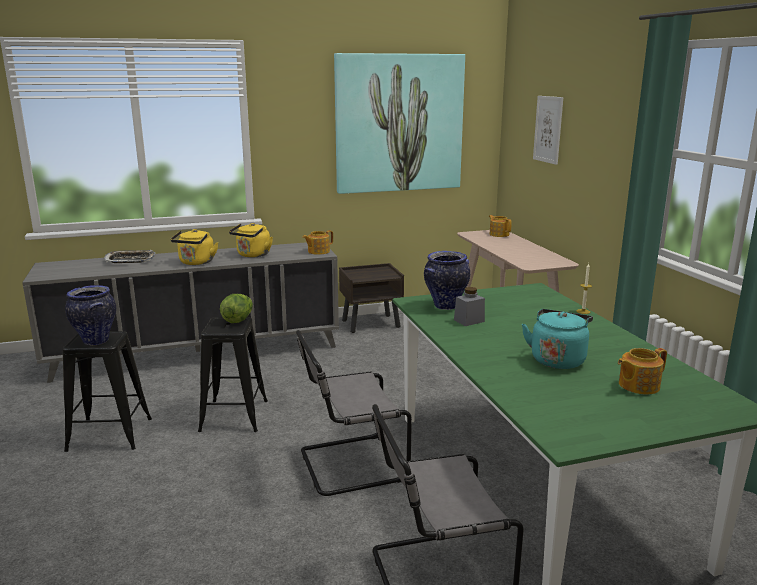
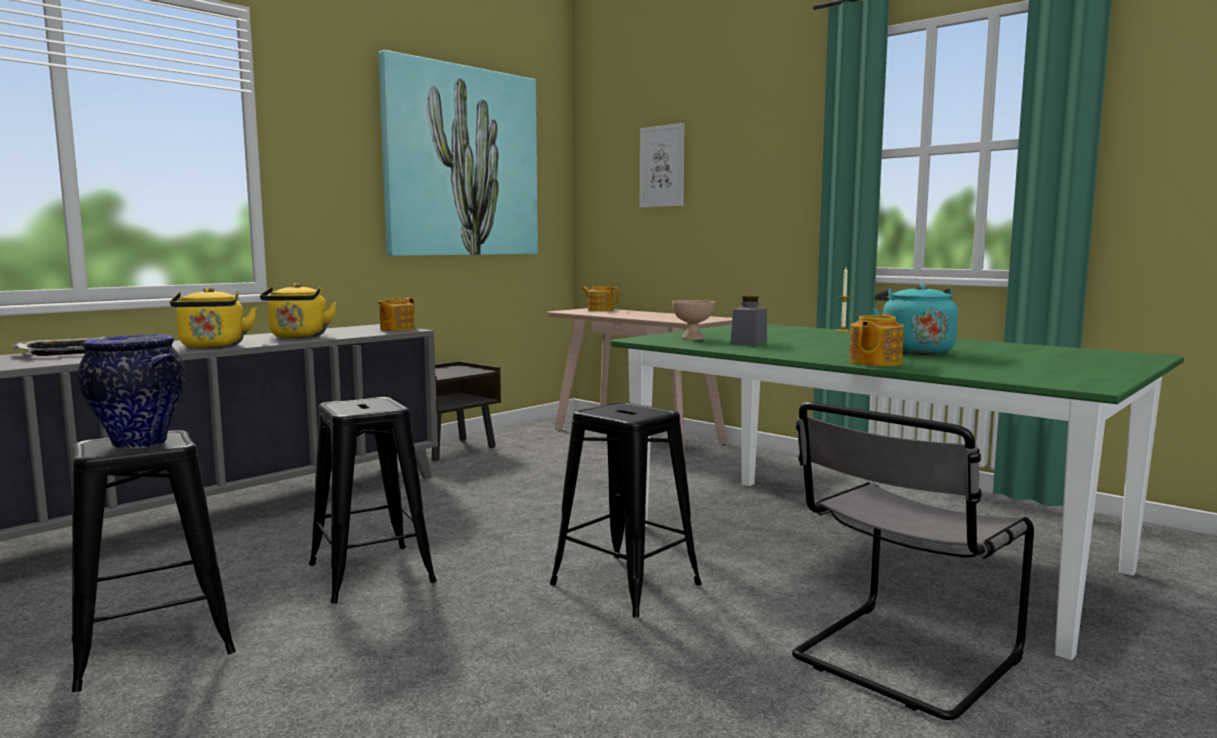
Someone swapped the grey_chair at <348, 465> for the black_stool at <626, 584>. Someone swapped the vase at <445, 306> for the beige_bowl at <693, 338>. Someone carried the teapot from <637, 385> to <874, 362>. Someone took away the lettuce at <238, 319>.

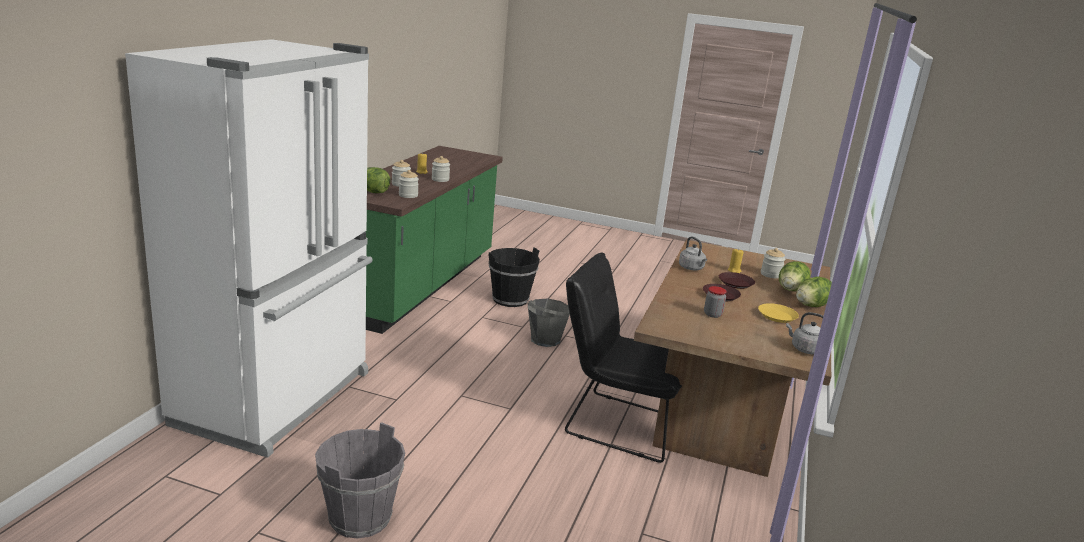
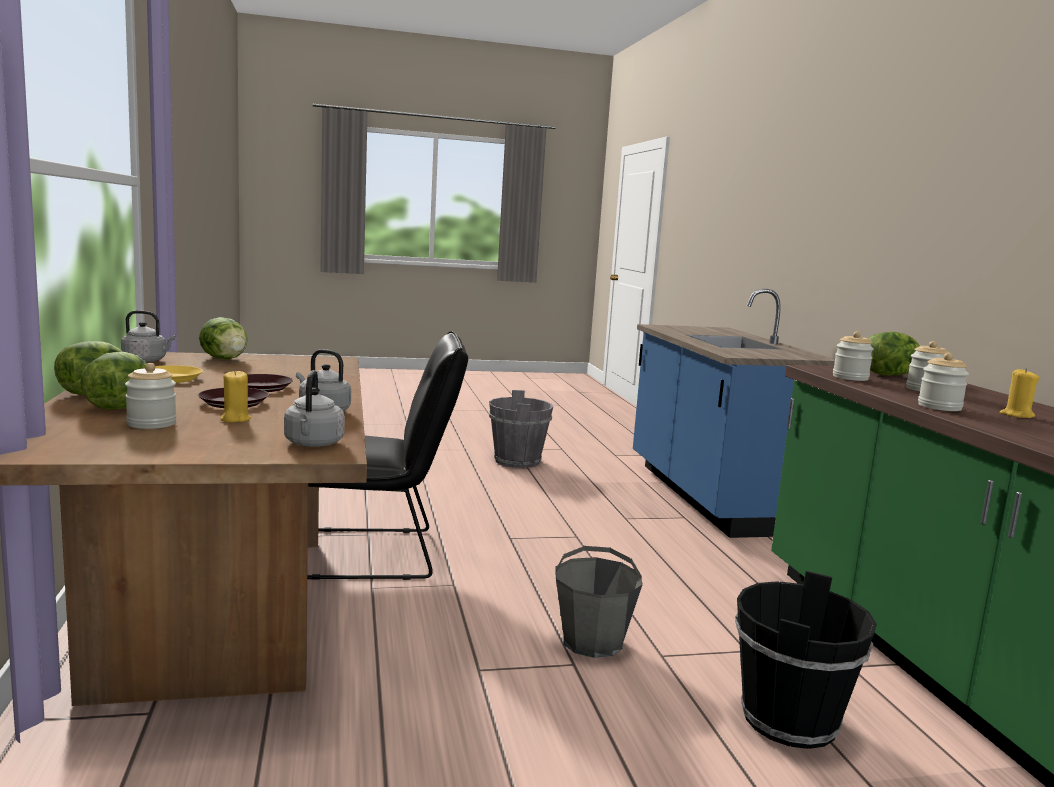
Someone put down the lettuce at <225, 359>. Someone put down the grey_kettle at <313, 444>. Someone swapped the white_fridge at <278, 398> for the blue_counter at <710, 497>. Someone took away the jar at <712, 314>.

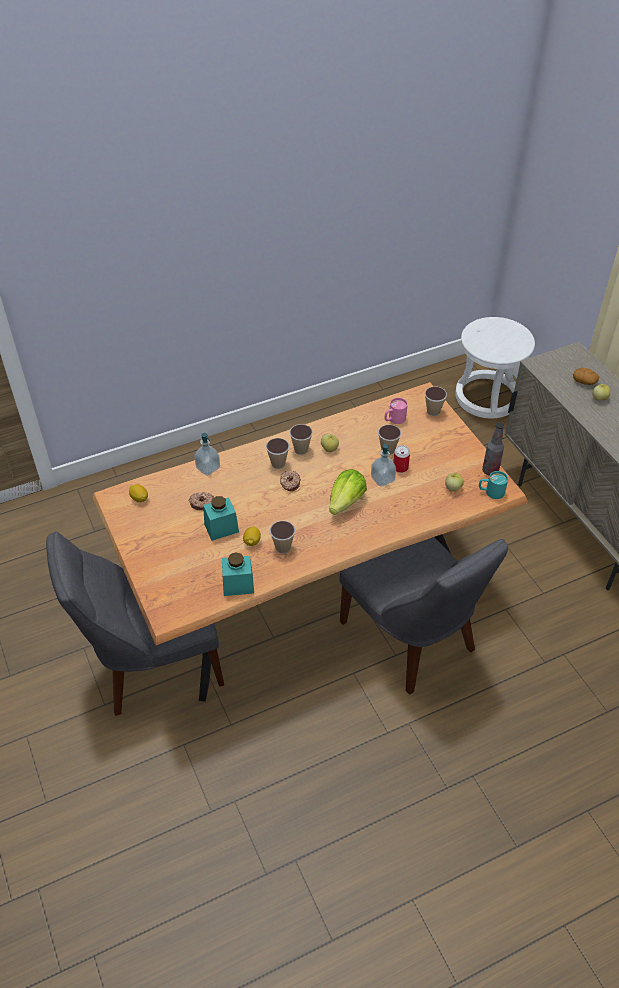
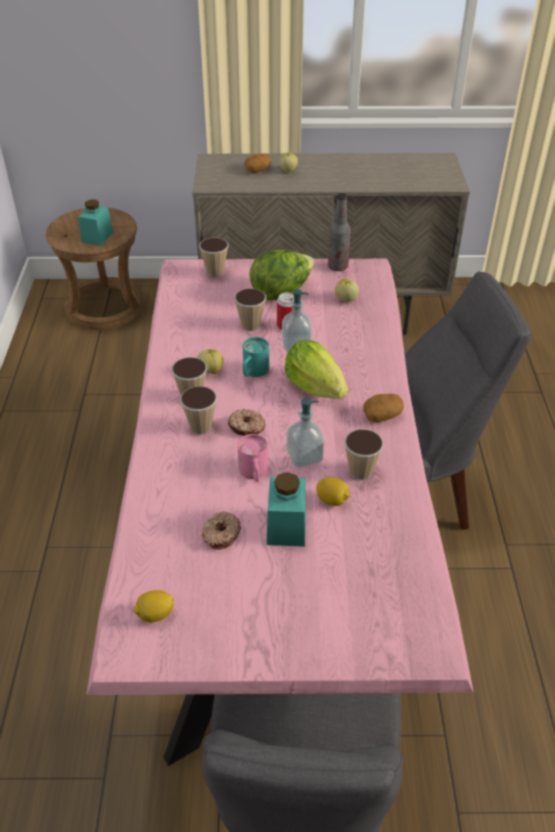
Someone repainted the white_stool at <487, 397>, which became the brown_stool at <105, 307>. Someone carried the turquoise_jar from <238, 584> to <97, 237>. Someone repainted the brown_dining_table at <309, 592>, which became the pink_dining_table at <276, 566>. Someone carried the pink_mug from <394, 420> to <254, 473>. Someone carried the turquoise_mug from <491, 492> to <253, 372>. Someone put down the lettuce at <281, 292>. Someone carried the soap_dispenser from <208, 468> to <304, 457>. Someone put down the potato at <382, 415>.

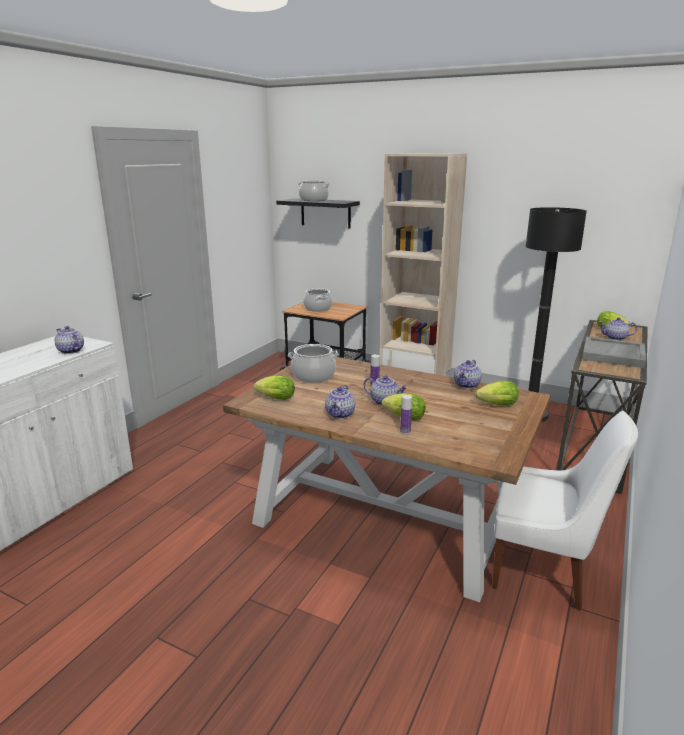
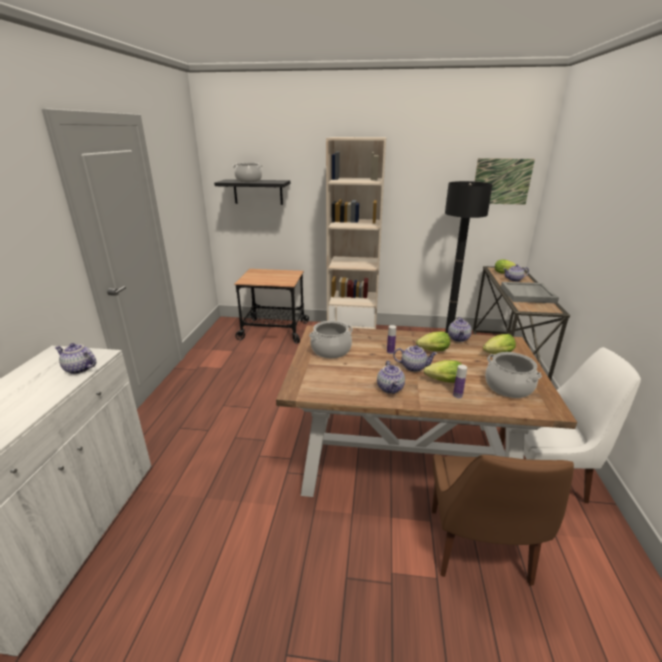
Someone carried the lettuce from <274, 398> to <431, 351>. Someone put down the brown_chair at <479, 549>. Someone put up the picture at <501, 181>. Someone carried the cooking_pot from <317, 308> to <508, 387>.

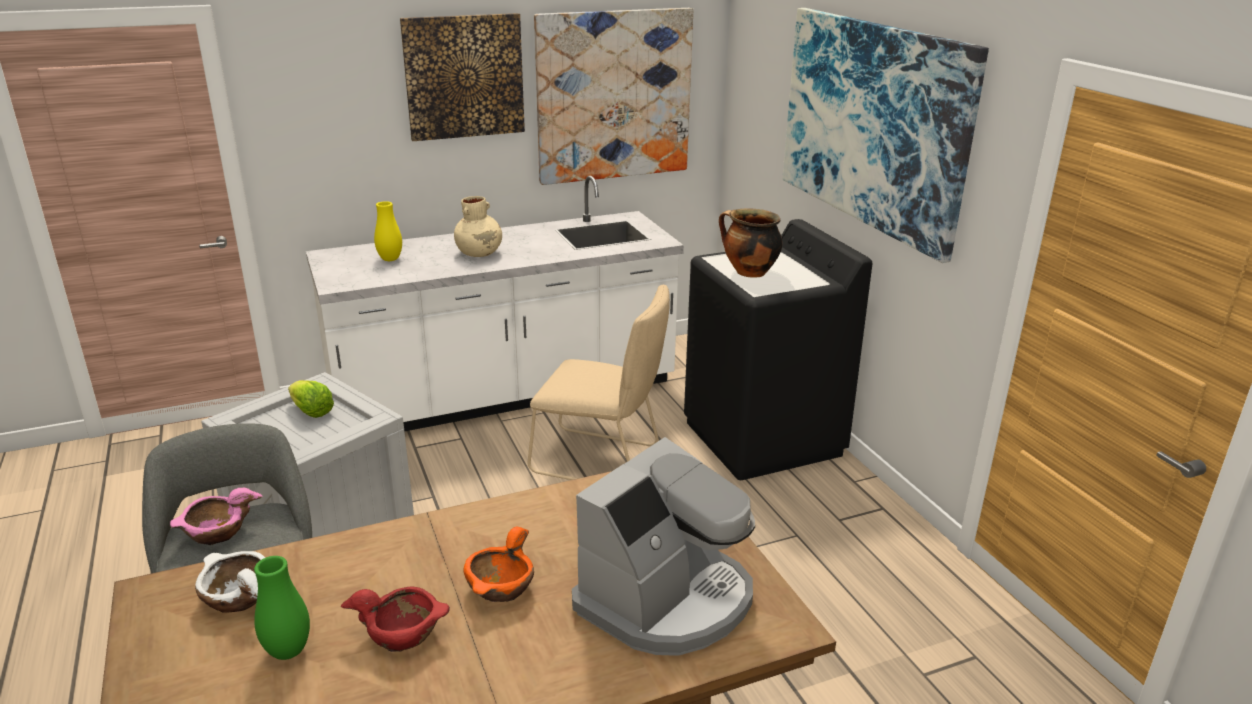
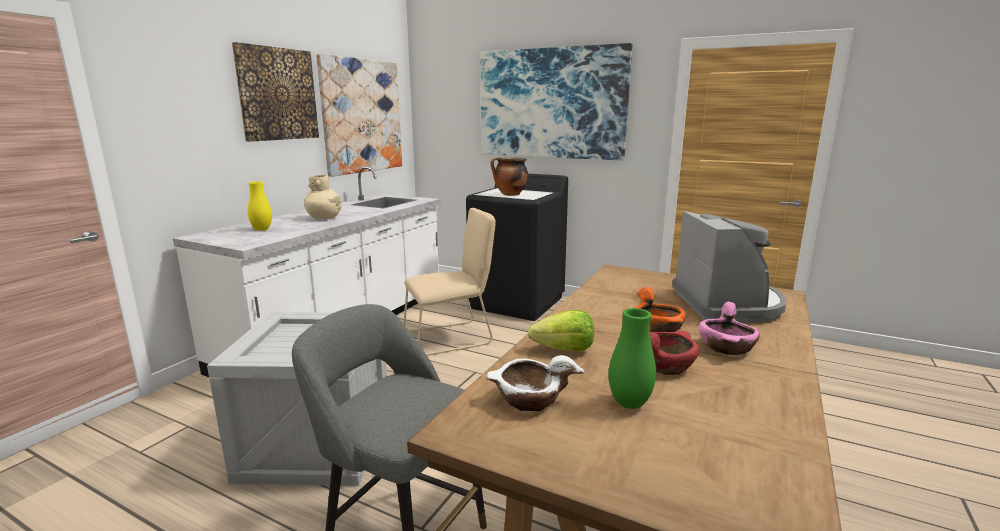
Someone carried the lettuce from <311, 412> to <564, 349>. Someone carried the pink_bowl from <217, 532> to <726, 347>.

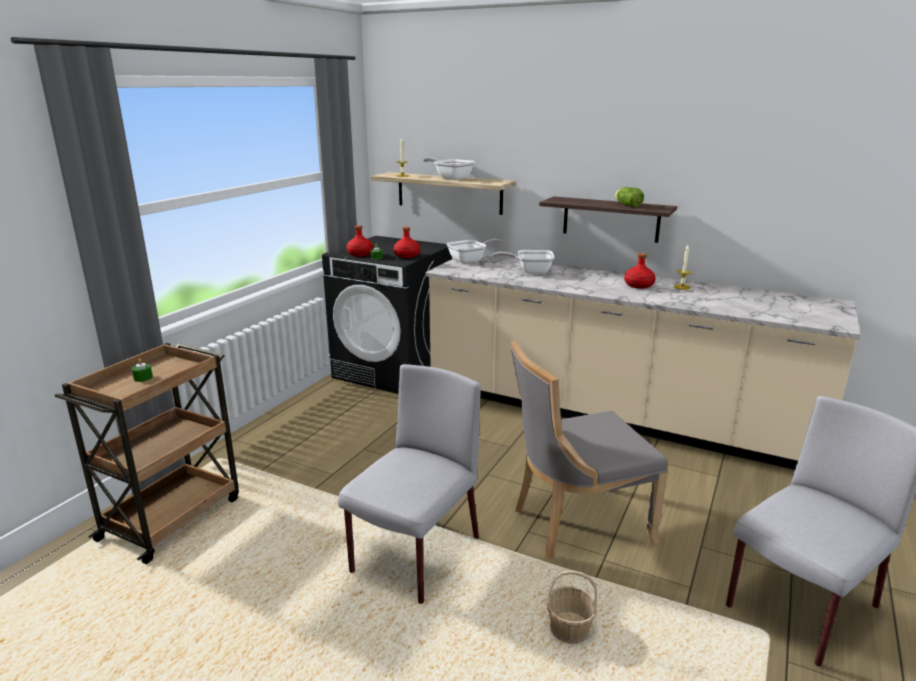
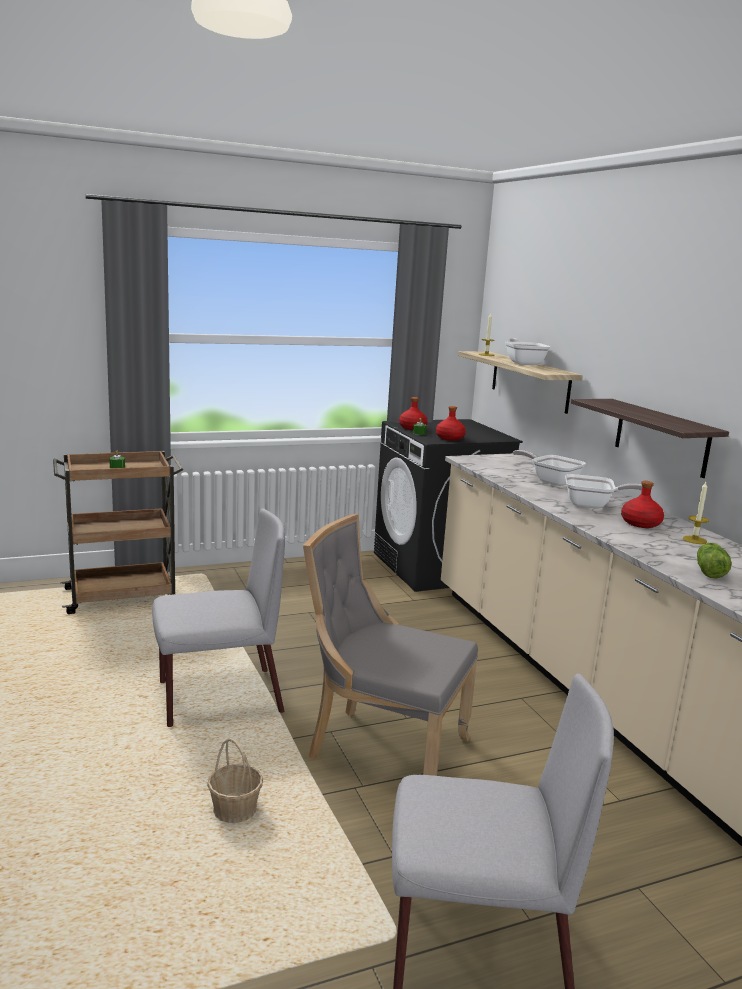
Someone carried the frying_pan from <470, 260> to <593, 505>. Someone carried the lettuce from <627, 205> to <709, 571>.

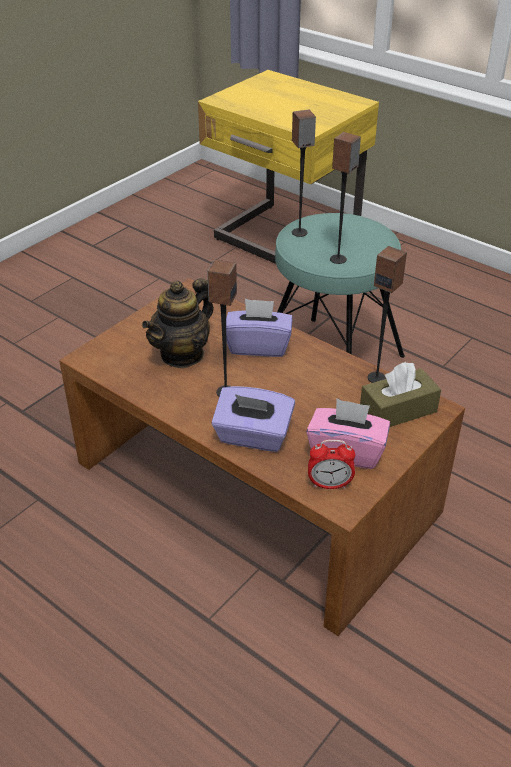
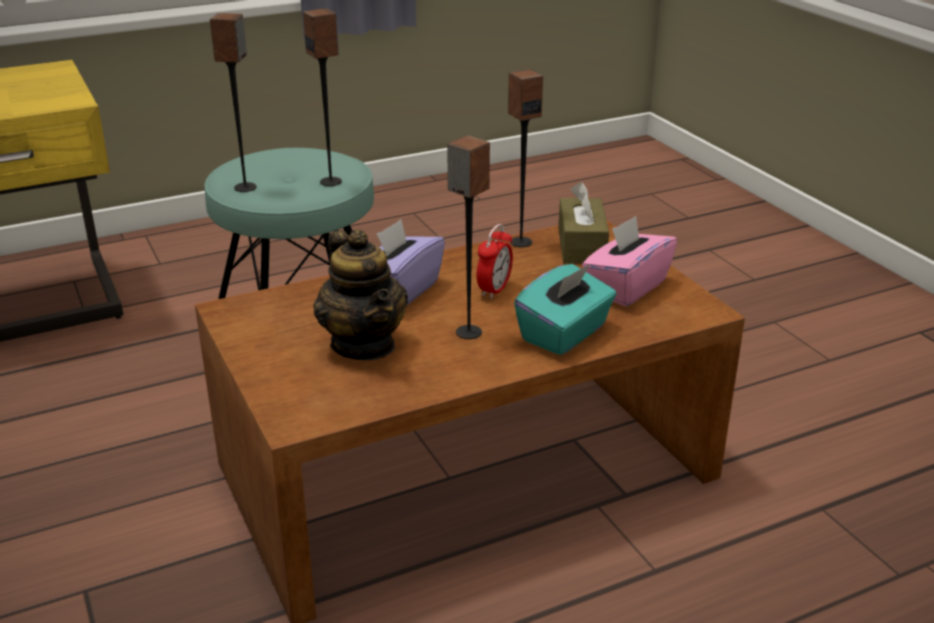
Someone carried the alarm_clock from <329, 484> to <494, 290>. Someone repainted the purple_tissue_box at <253, 436>, which became the turquoise_tissue_box at <564, 334>.

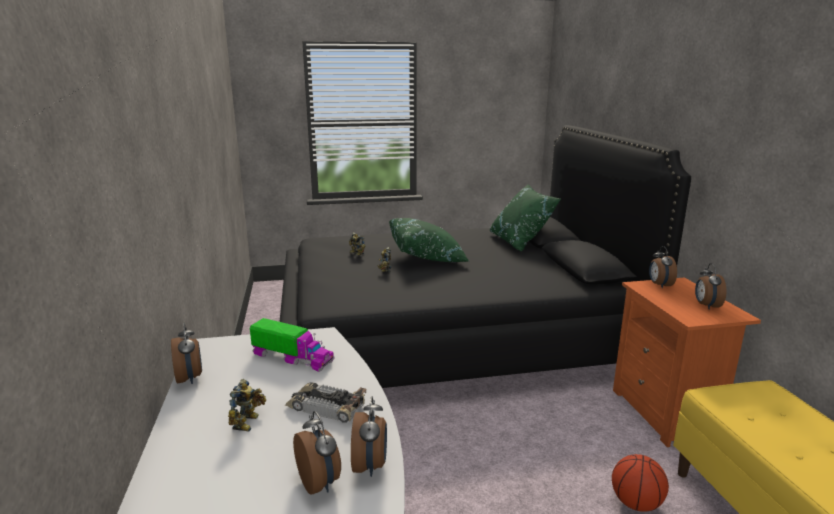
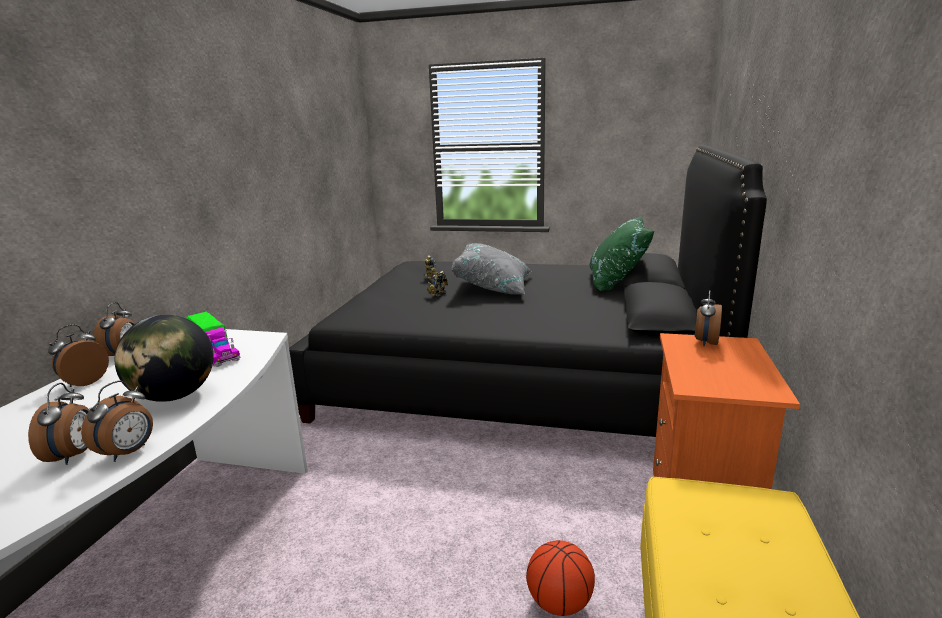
Someone carried the alarm_clock from <706, 306> to <84, 382>. Someone swapped the toy_car at <325, 407> for the globe at <174, 396>. Someone repainted the green_pillow at <427, 257>, which became the grey_pillow at <494, 287>. Someone took away the toy_robot at <248, 422>.

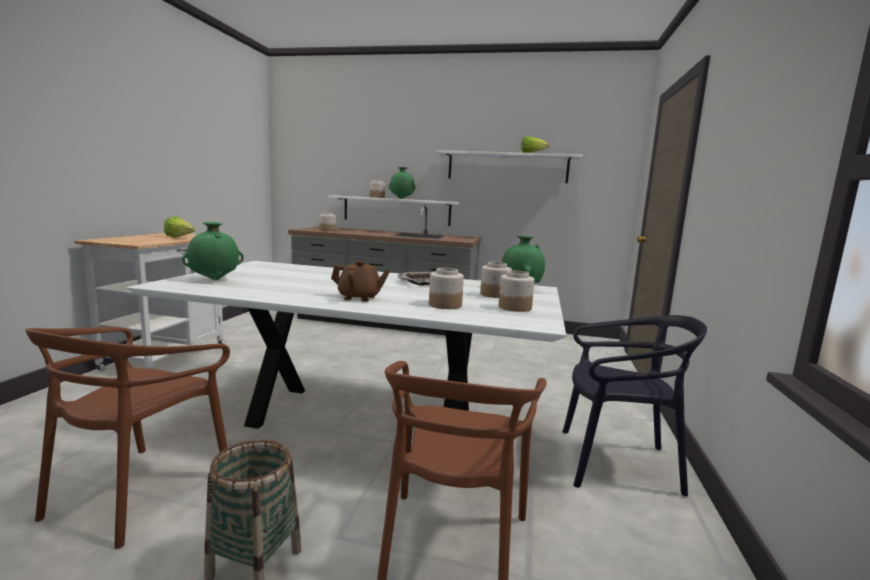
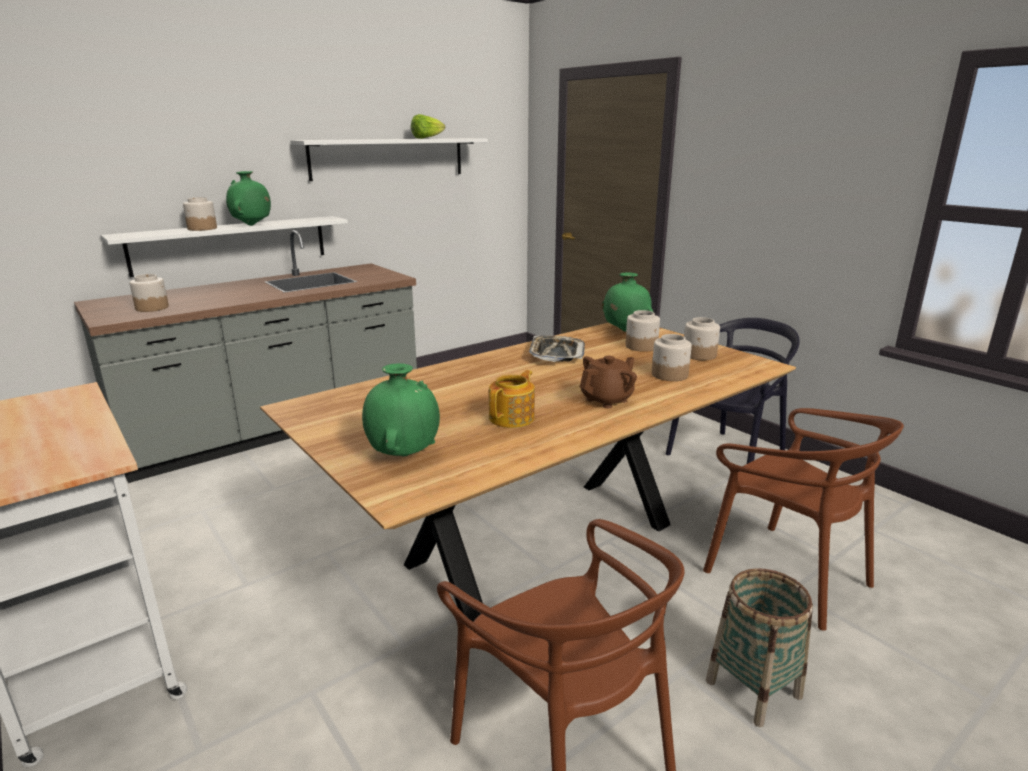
Someone repainted the white_dining_table at <363, 421>, which became the brown_dining_table at <545, 543>. Someone put down the teapot at <513, 418>. Someone took away the lettuce at <180, 238>.

